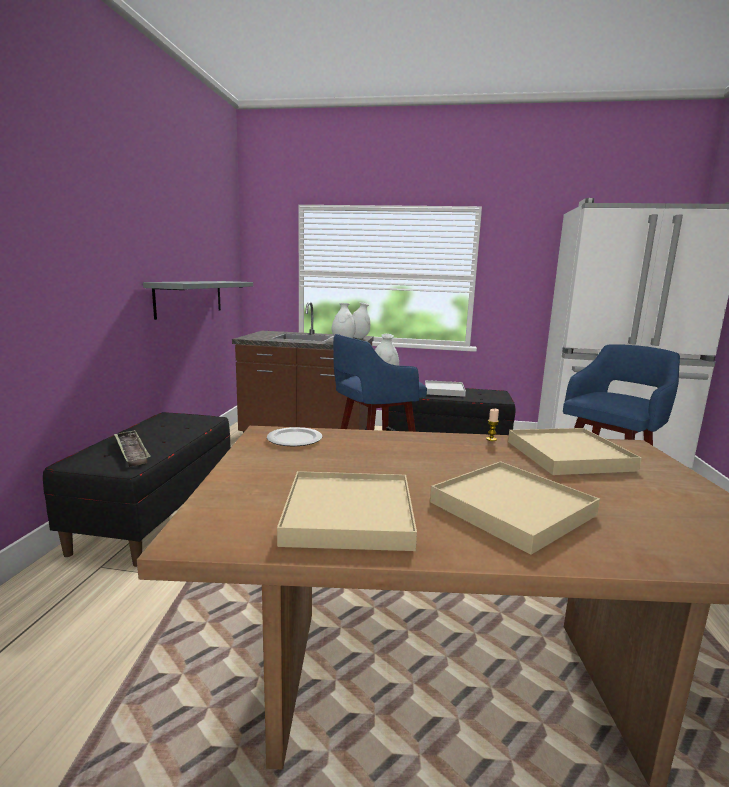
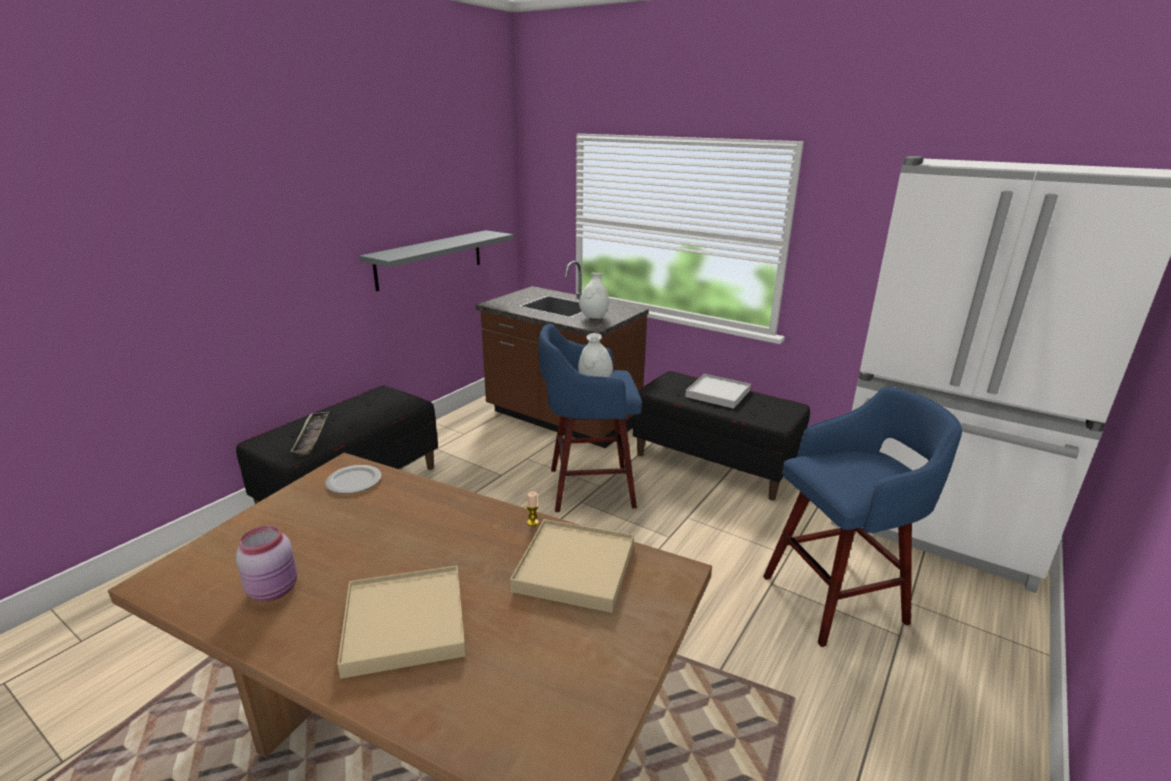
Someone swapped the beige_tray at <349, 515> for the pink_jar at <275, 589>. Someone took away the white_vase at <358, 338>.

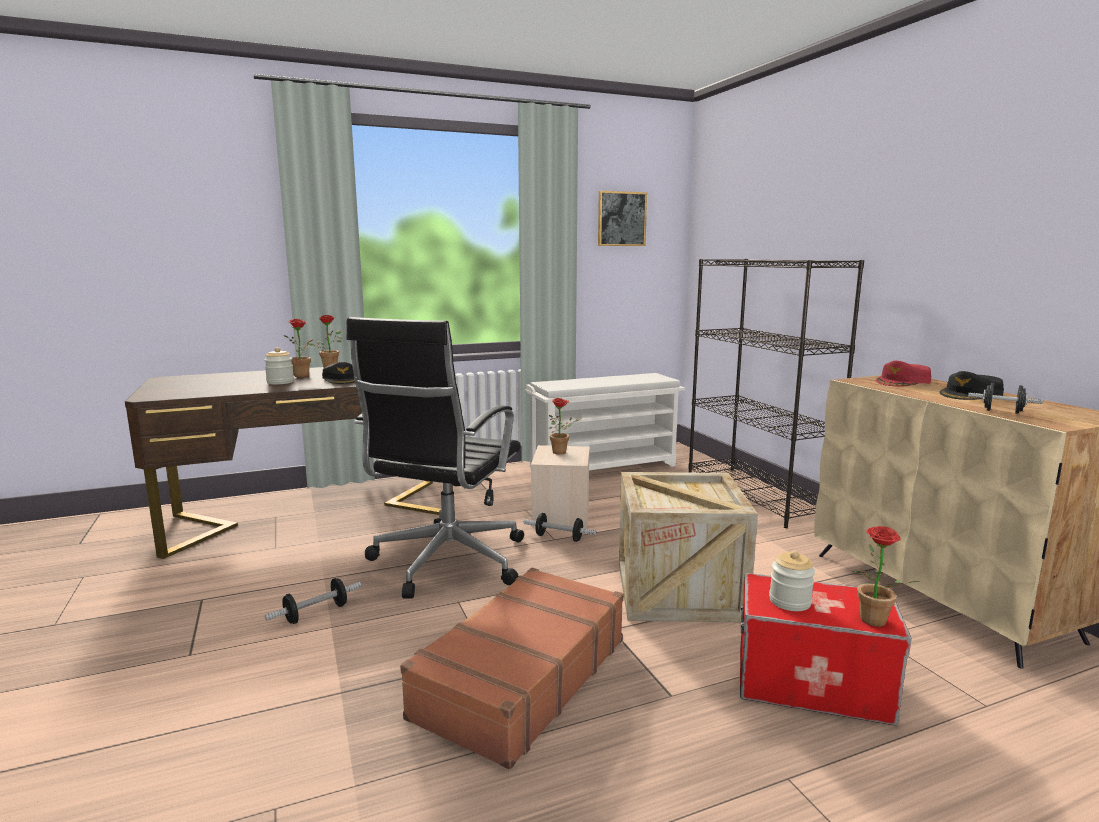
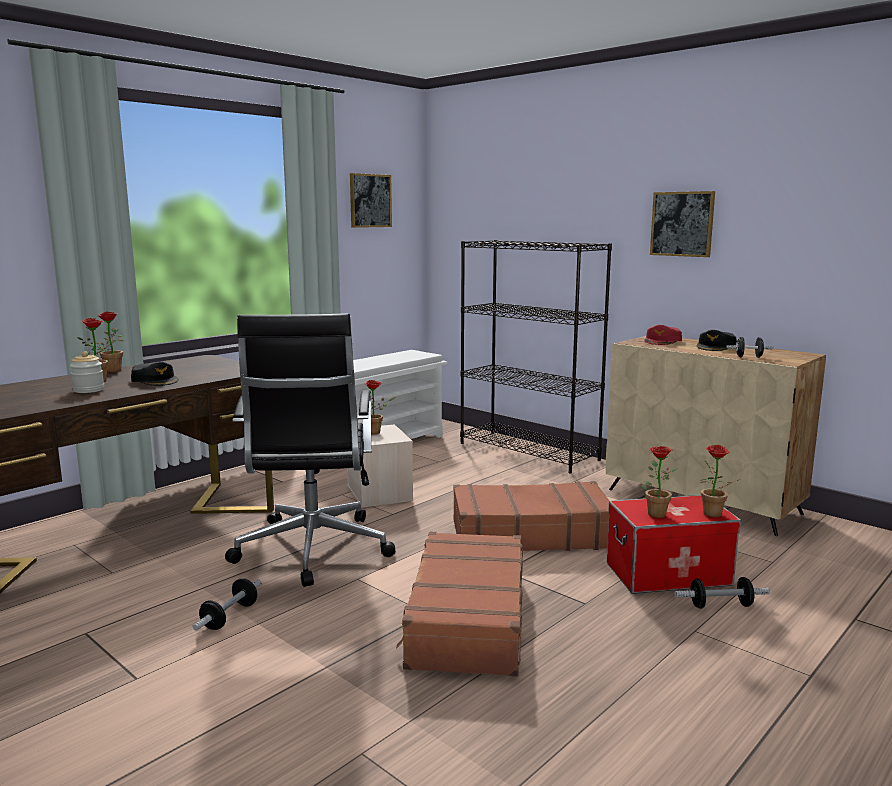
Someone swapped the crate at <678, 591> for the brown_suitcase at <530, 534>. Someone swapped the jar at <790, 601> for the potted_plant at <654, 513>. Someone put up the picture at <682, 224>. Someone carried the dumbbell from <559, 537> to <720, 605>.

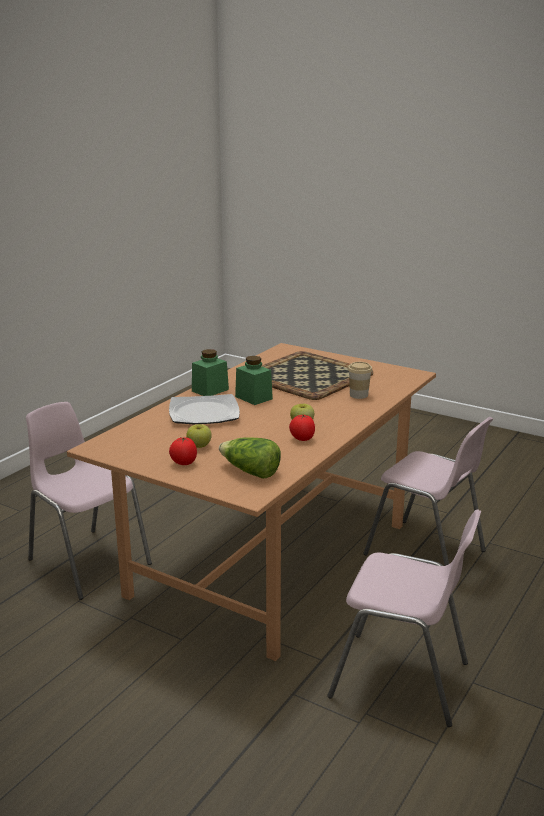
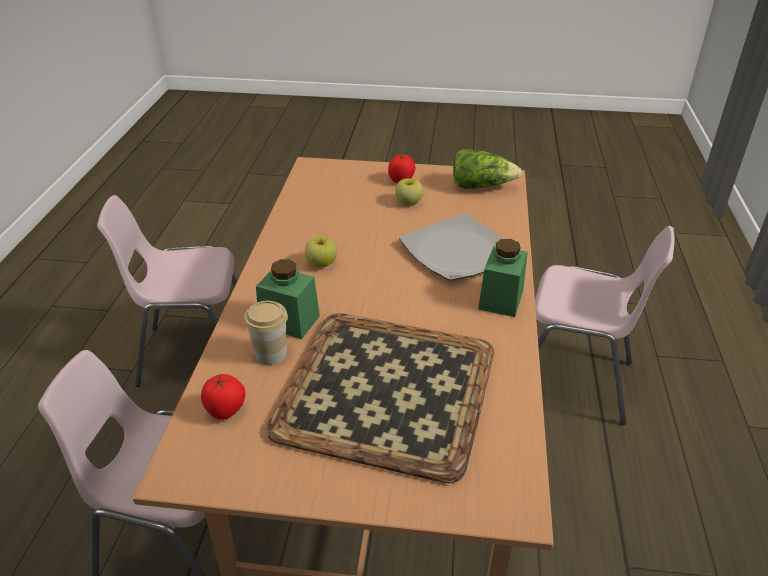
Someone carried the tomato from <302, 439> to <226, 411>. Someone carried the green_jar from <253, 398> to <289, 321>. Someone carried the lettuce from <250, 472> to <481, 186>.

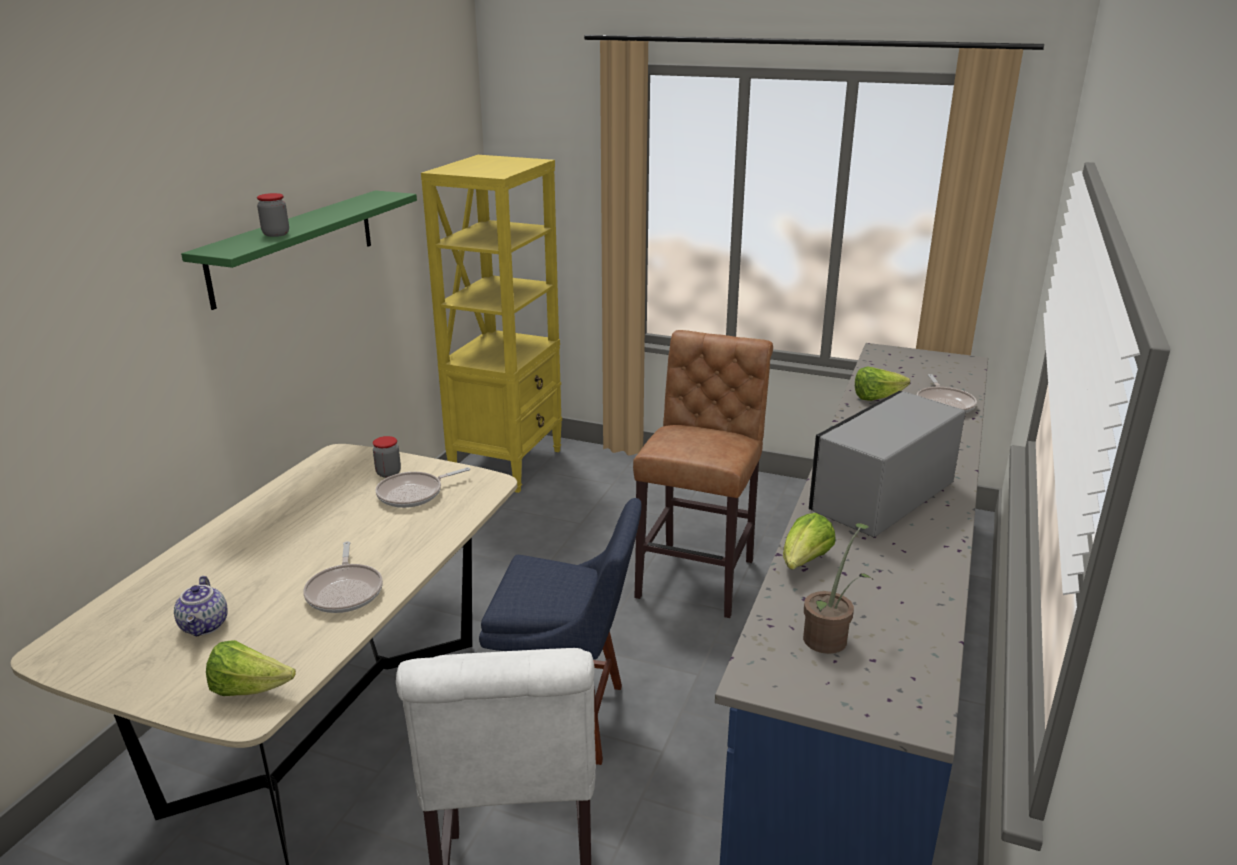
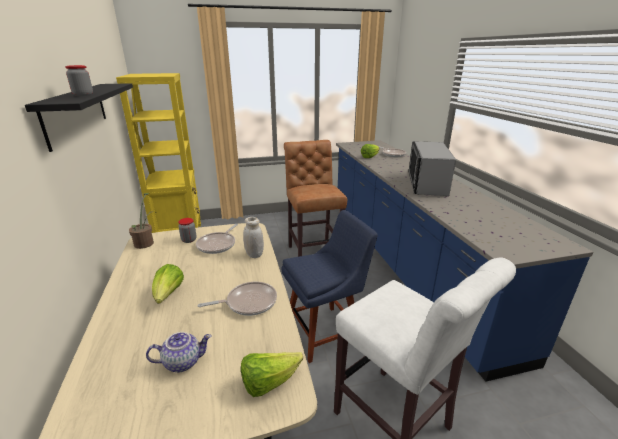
Someone repainted the green_shelf at <294, 246>, which became the black_shelf at <77, 112>. Someone carried the potted_plant from <829, 637> to <146, 242>. Someone rotated the teapot at <205, 626> by 60 degrees counterclockwise. Someone carried the lettuce from <804, 563> to <168, 295>. Someone rotated the frying_pan at <345, 591> by 60 degrees counterclockwise. Someone put down the white_jar at <254, 254>.

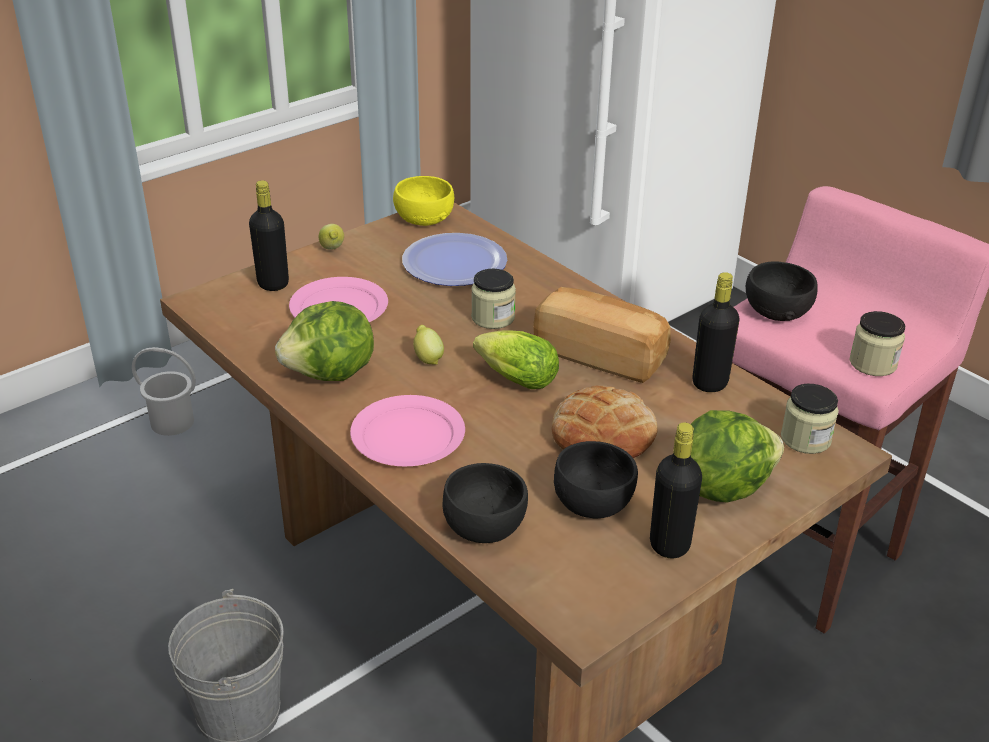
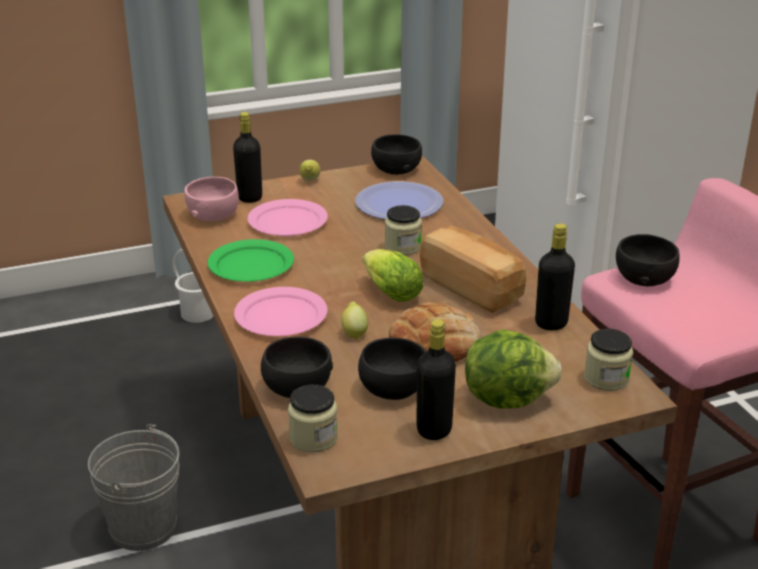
Someone put down the pink_bowl at <213, 214>. Someone swapped the lettuce at <331, 374> for the green_plate at <251, 265>. Someone carried the jar from <872, 363> to <313, 438>. Someone carried the lemon from <427, 358> to <354, 333>. Someone repainted the yellow_bowl at <423, 218>, which became the black_bowl at <396, 169>.

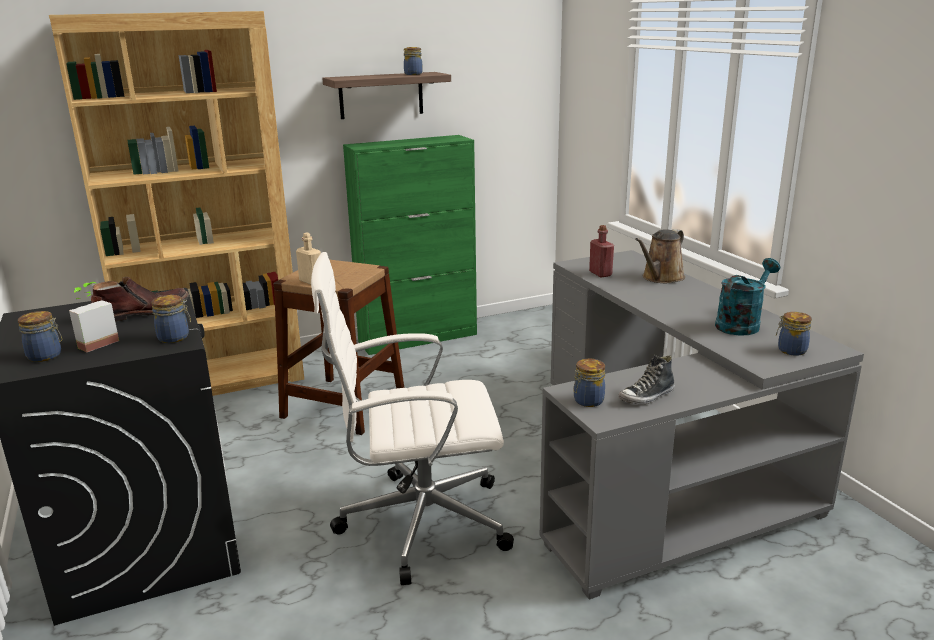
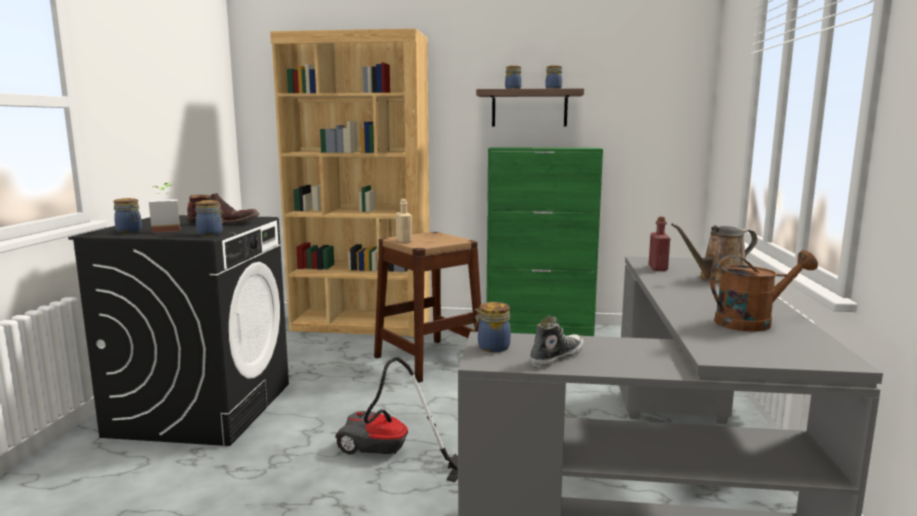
Someone swapped the white_office_chair at <419, 522> for the vacuum_cleaner at <389, 455>. Someone carried the jar from <790, 350> to <512, 89>. Someone rotated the shoe at <647, 397> by 135 degrees clockwise. Someone repainted the turquoise_watering_can at <741, 324>, which became the brown_watering_can at <752, 322>.

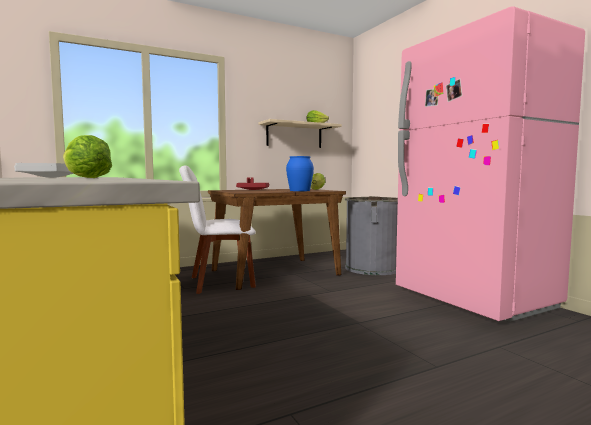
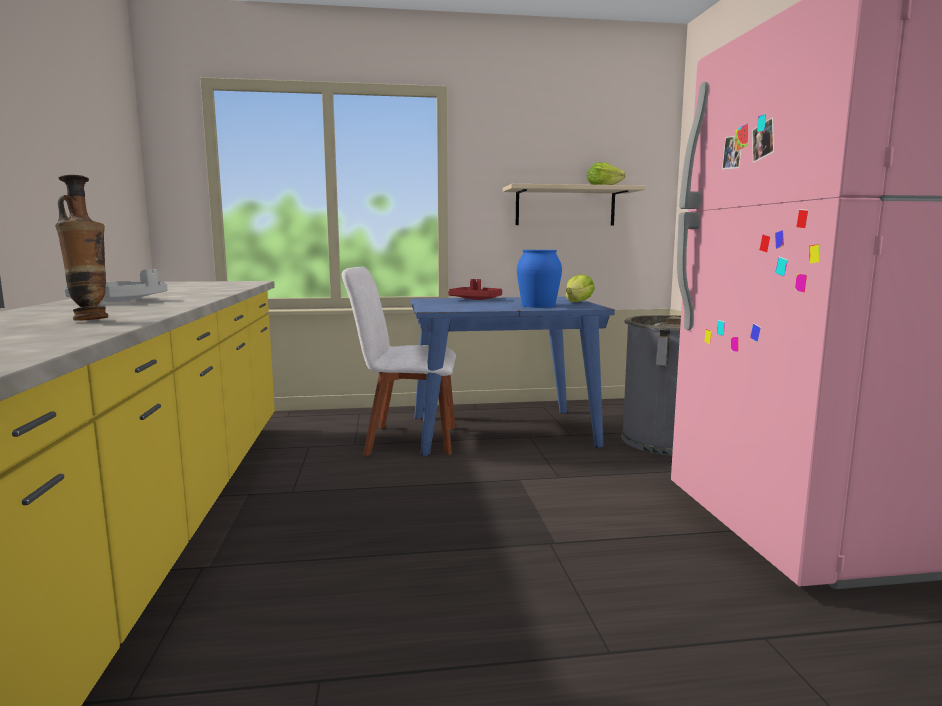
Someone swapped the lettuce at <86, 178> for the vase at <91, 320>. Someone repainted the brown_dining_table at <276, 272>, which became the blue_dining_table at <503, 431>.

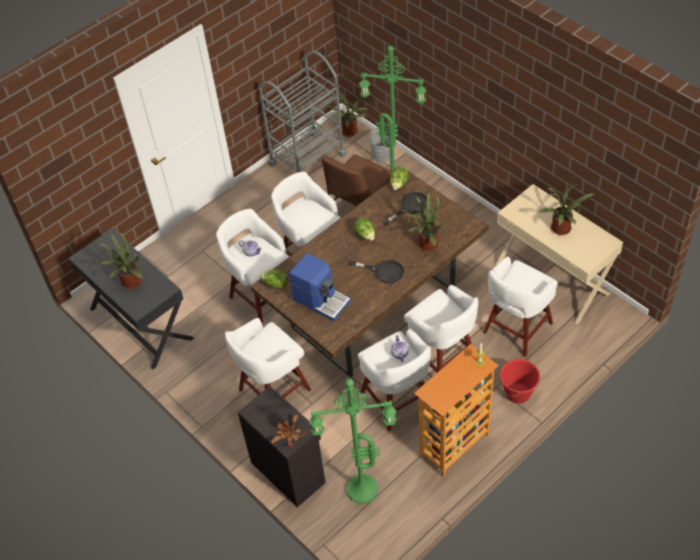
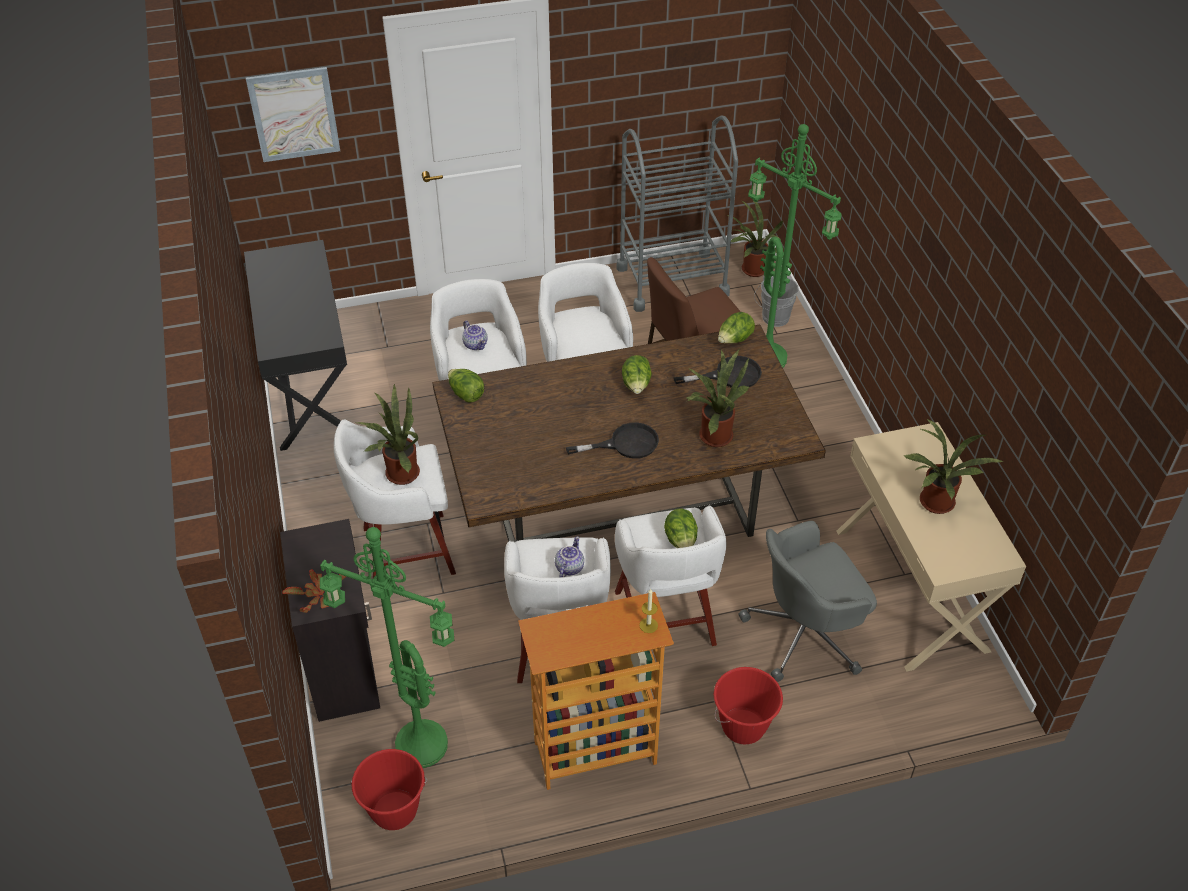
Someone put up the picture at <294, 114>. Someone put down the red_bucket at <394, 811>. Someone carried the potted_plant from <129, 283> to <399, 473>. Someone rotated the black_frying_pan at <384, 271> by 60 degrees counterclockwise. Someone put down the lettuce at <681, 541>. Someone swapped the white_stool at <516, 329> for the grey_office_chair at <806, 634>. Someone took away the coffee_machine at <321, 300>.

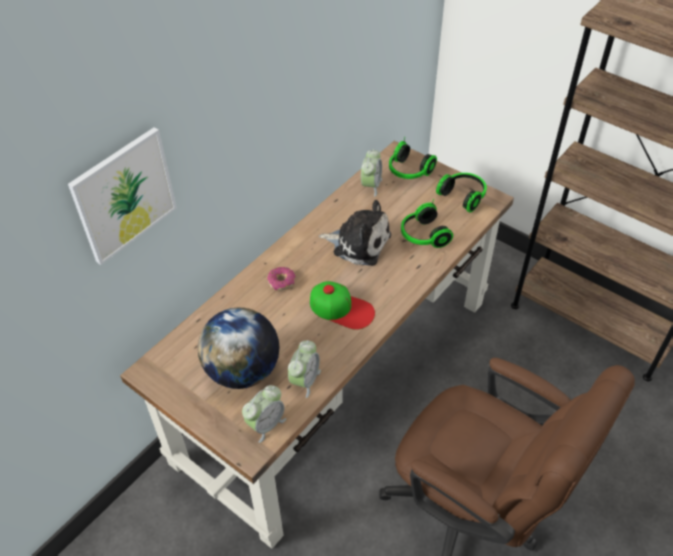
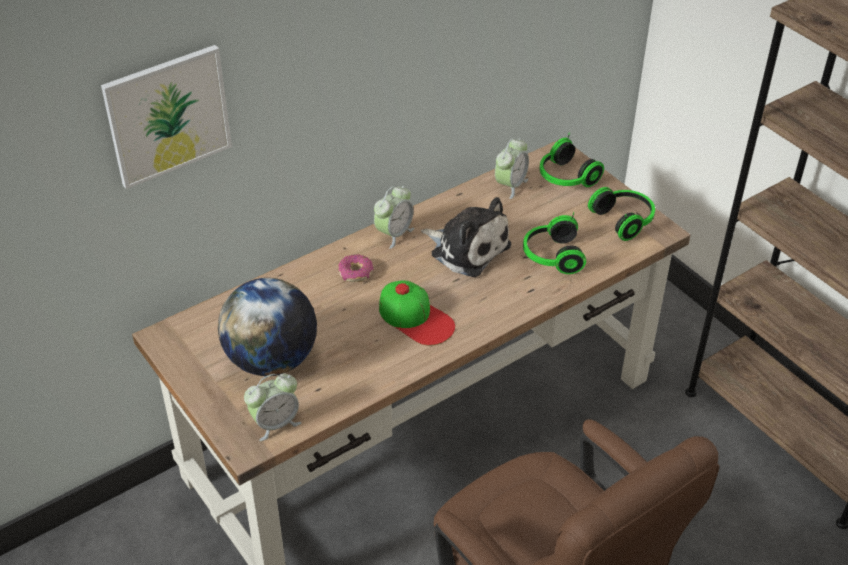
Someone carried the alarm_clock from <305, 380> to <394, 234>.

